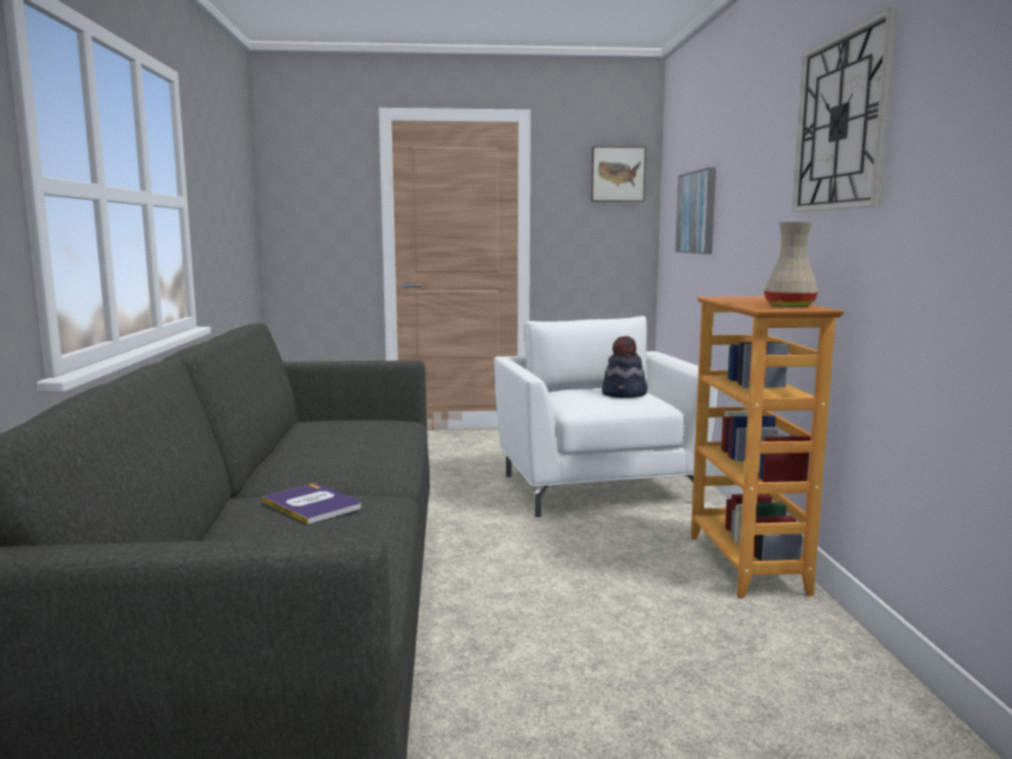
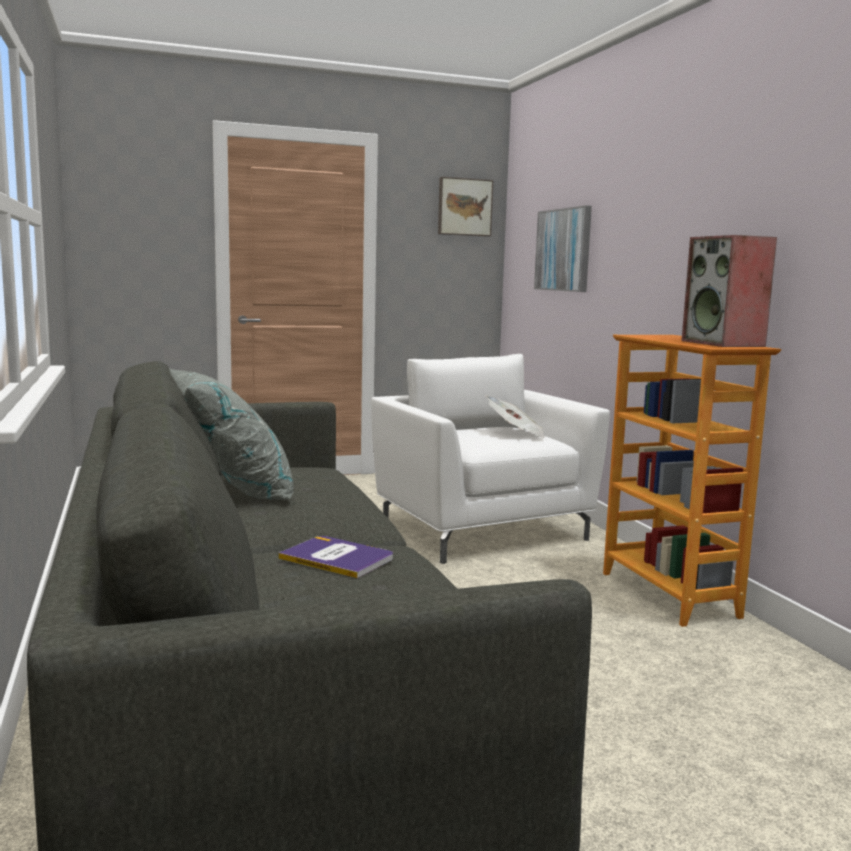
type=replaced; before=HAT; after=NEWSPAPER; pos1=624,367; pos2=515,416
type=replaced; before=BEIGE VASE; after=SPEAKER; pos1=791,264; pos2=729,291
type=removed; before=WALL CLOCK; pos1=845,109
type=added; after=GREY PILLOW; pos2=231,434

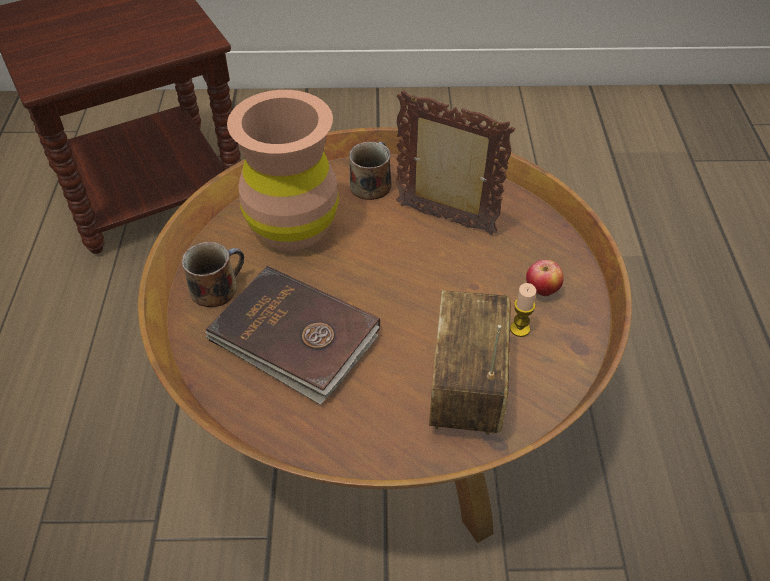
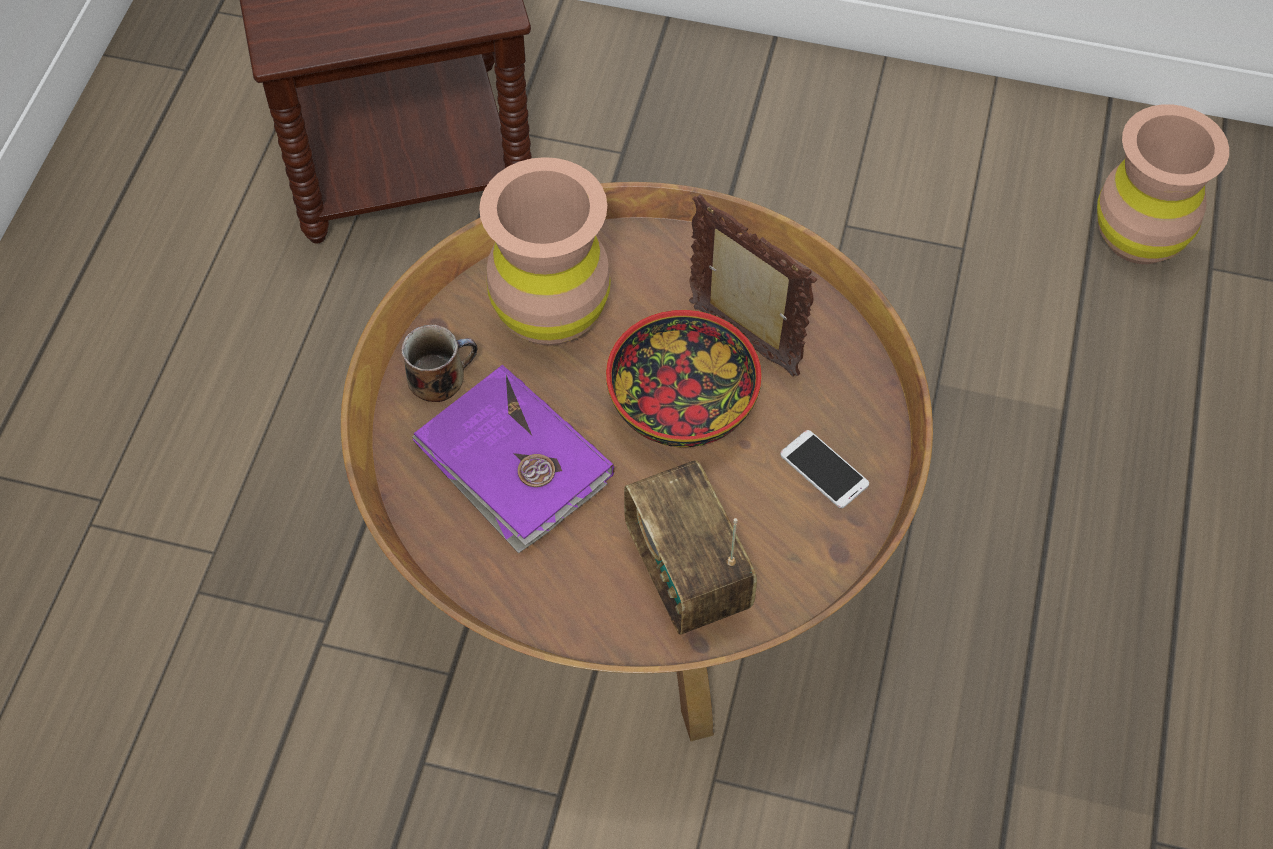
type=recoloured; before=BROWN BOOK; after=PURPLE BOOK; pos1=292,335; pos2=513,459
type=removed; before=MUG; pos1=370,171
type=turned; before=RADIO; pos1=470,362; pos2=690,547; turn=-45
type=removed; before=CANDLE; pos1=523,310
type=replaced; before=APPLE; after=PHONE; pos1=545,278; pos2=824,469
type=added; after=BOWL; pos2=684,378
type=added; after=BROWN VASE; pos2=1163,184

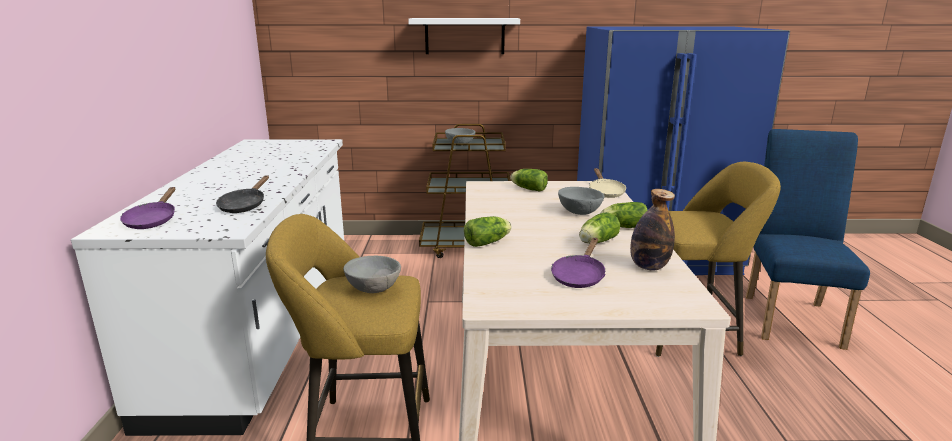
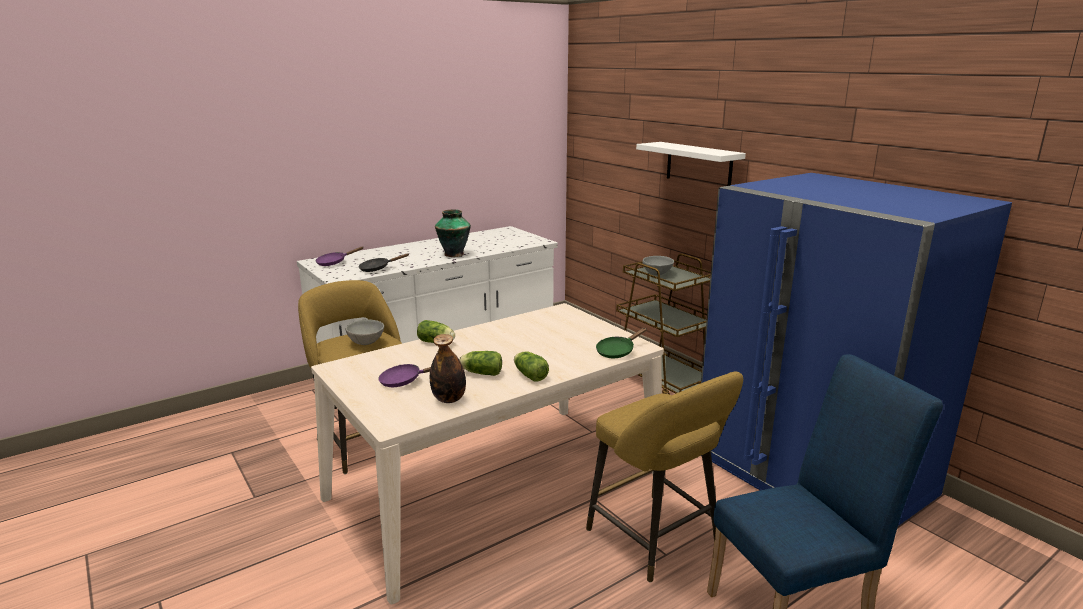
type=removed; before=LETTUCE; pos1=529,180
type=removed; before=GREY BOWL; pos1=581,201
type=recoloured; before=BEIGE FRYING PAN; after=GREEN FRYING PAN; pos1=607,183; pos2=621,343
type=added; after=VASE; pos2=453,233

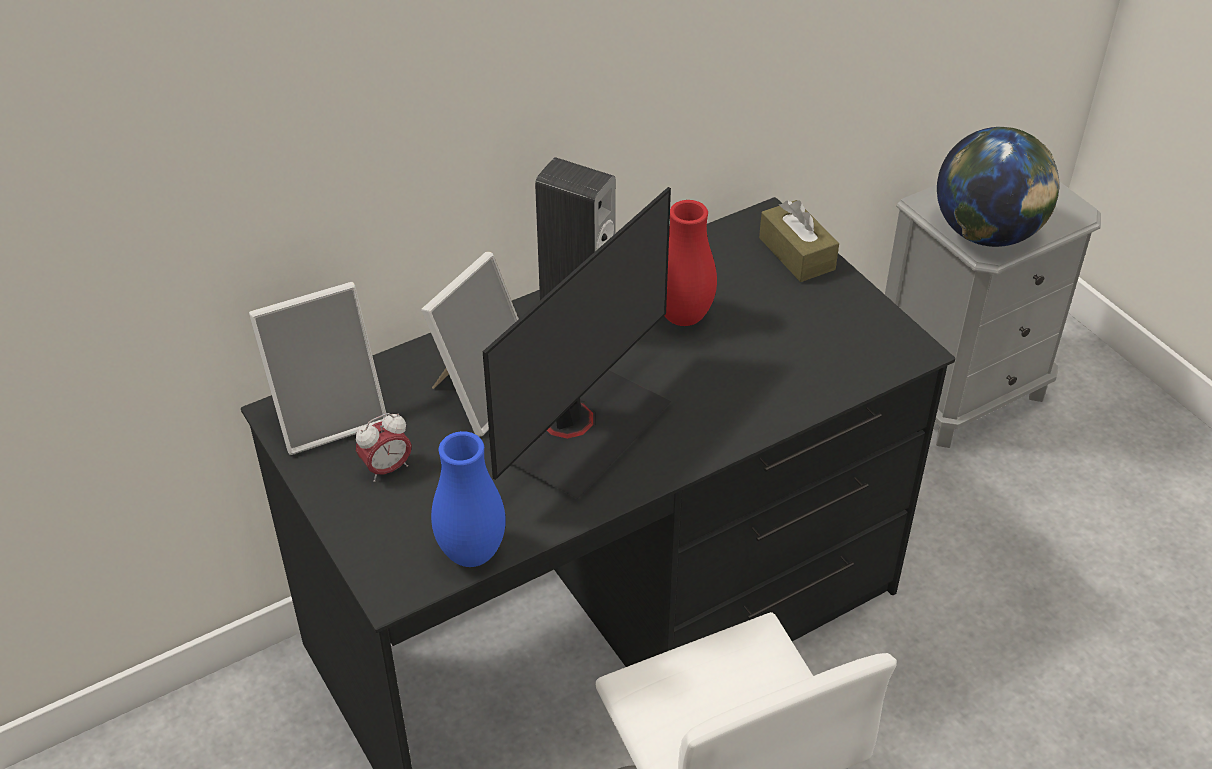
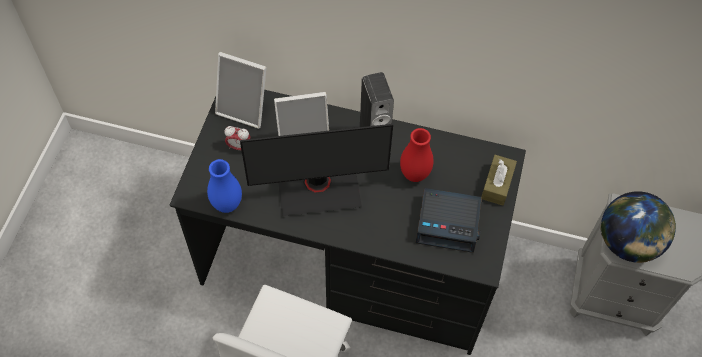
type=added; after=ALARM CLOCK; pos2=449,220

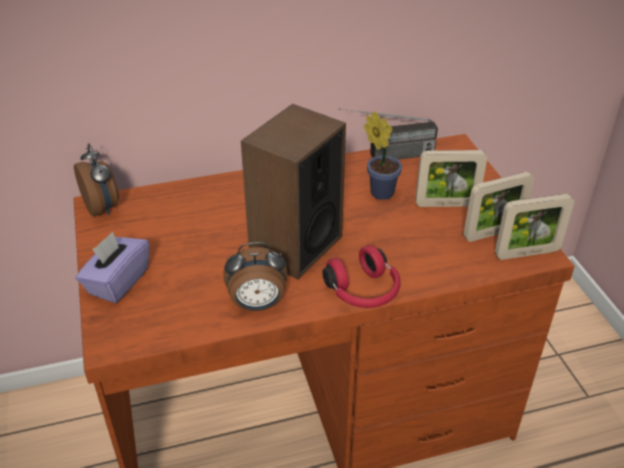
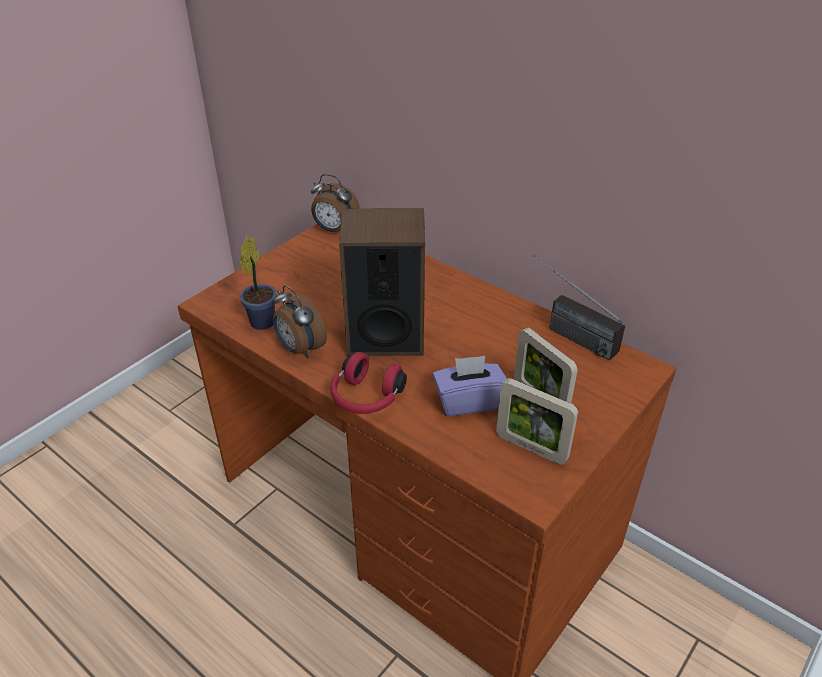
type=turned; before=ALARM CLOCK; pos1=96,180; pos2=335,203; turn=90
type=moved; before=PURPLE TISSUE BOX; pos1=112,267; pos2=470,386
type=moved; before=POTTED PLANT; pos1=383,156; pos2=258,282
type=removed; before=PICTURE FRAME; pos1=534,227

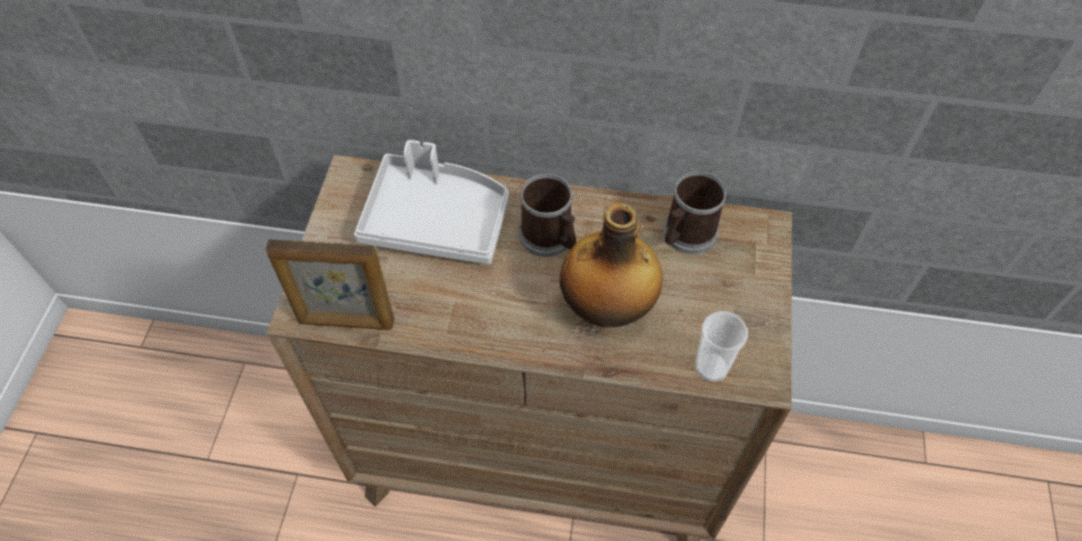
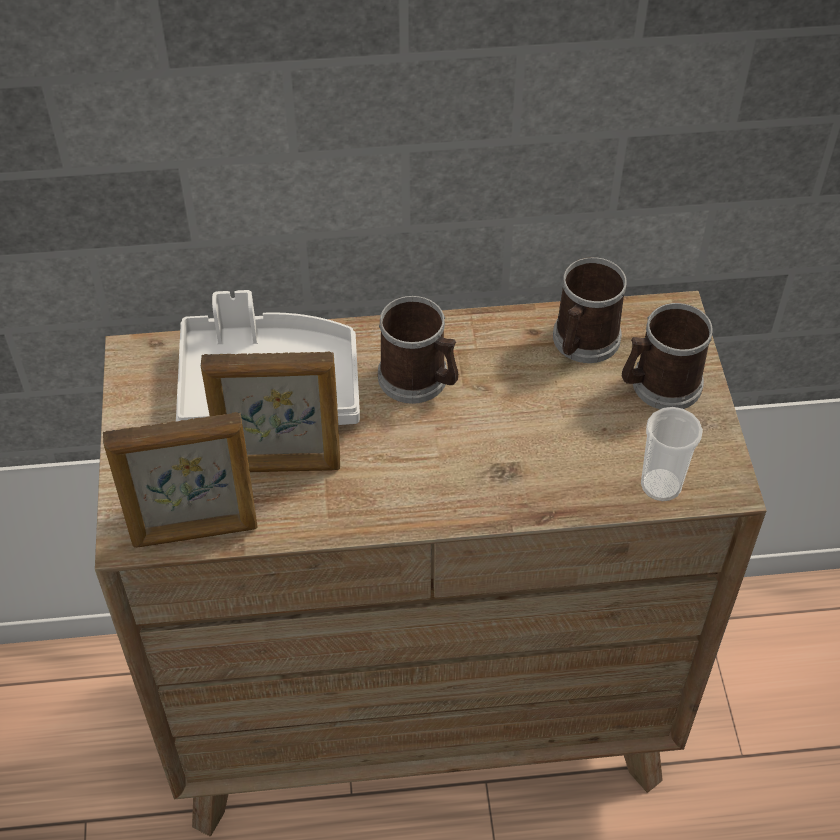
type=removed; before=BOTTLE; pos1=610,265
type=added; after=PICTURE FRAME; pos2=270,412
type=added; after=MUG; pos2=667,356

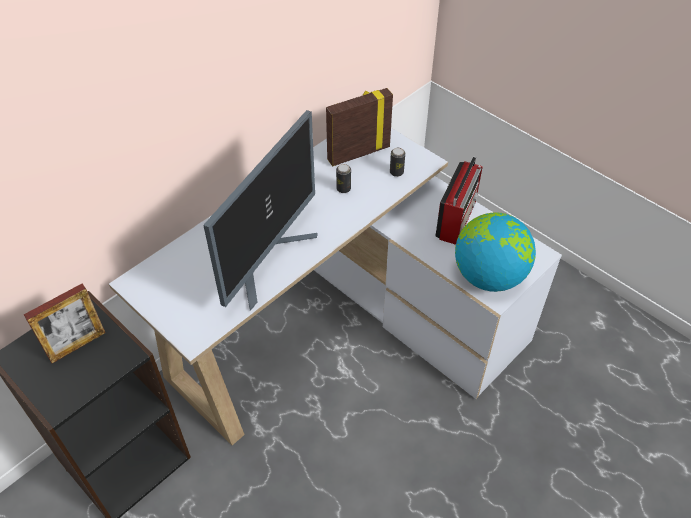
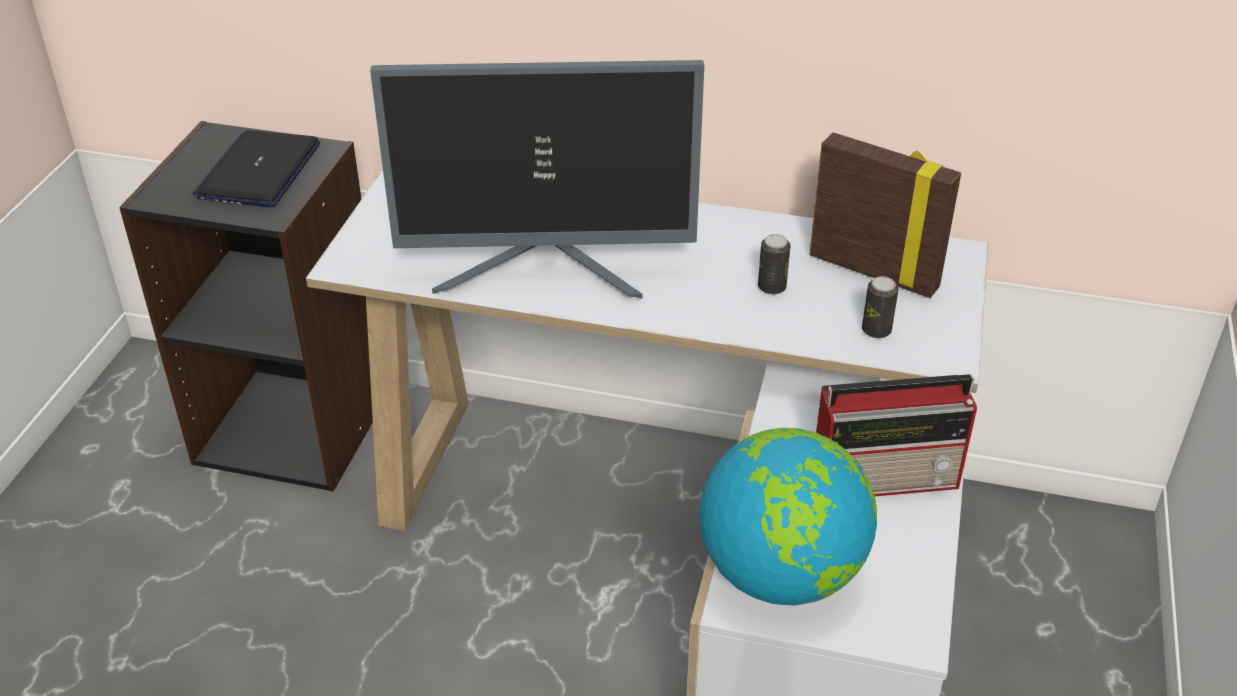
type=replaced; before=PICTURE FRAME; after=LAPTOP; pos1=64,323; pos2=256,168

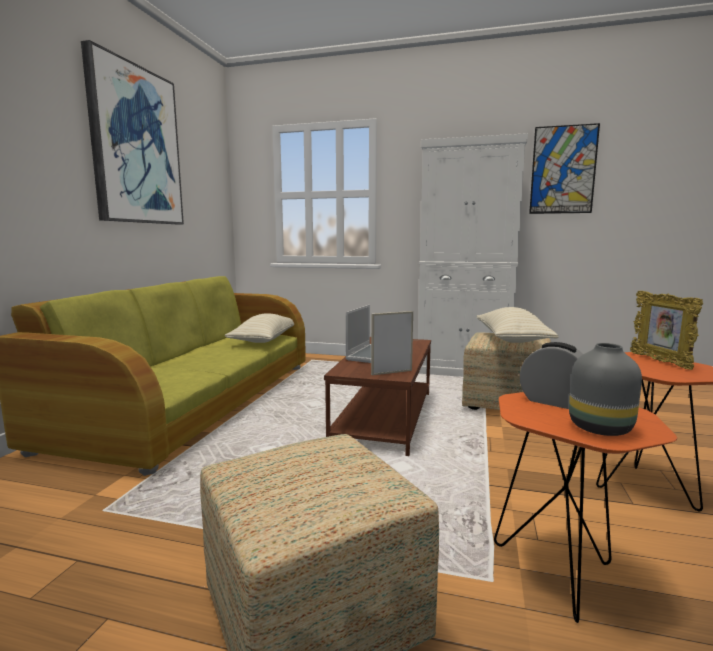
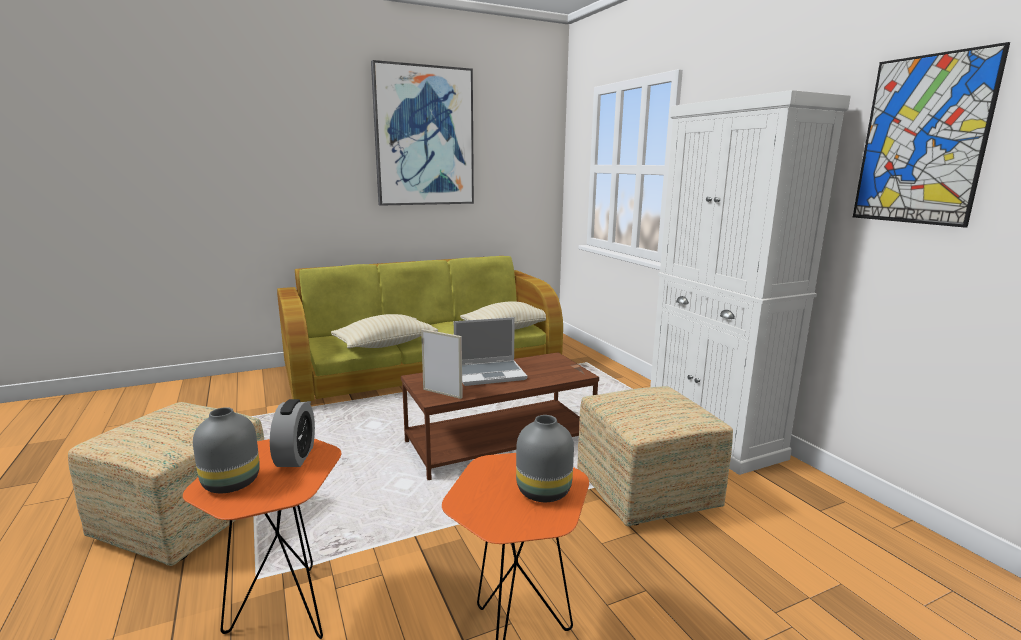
type=moved; before=BEIGE PILLOW; pos1=517,325; pos2=384,331
type=replaced; before=PICTURE FRAME; after=GREY VASE; pos1=666,330; pos2=545,458

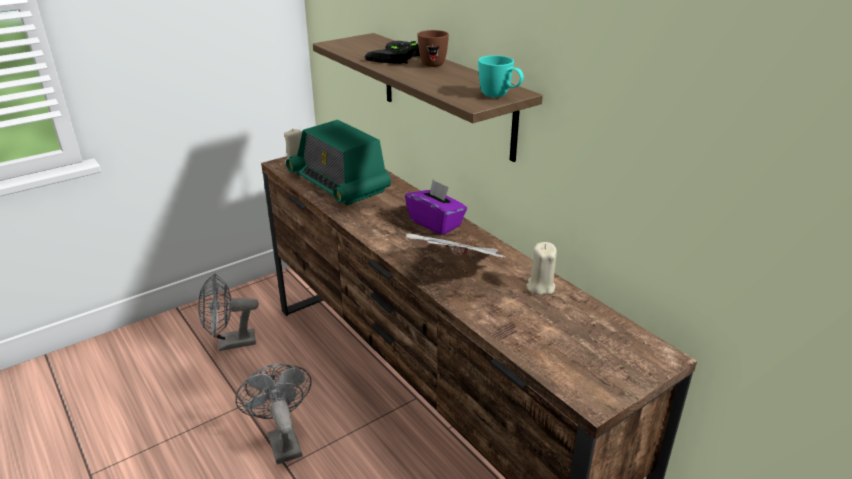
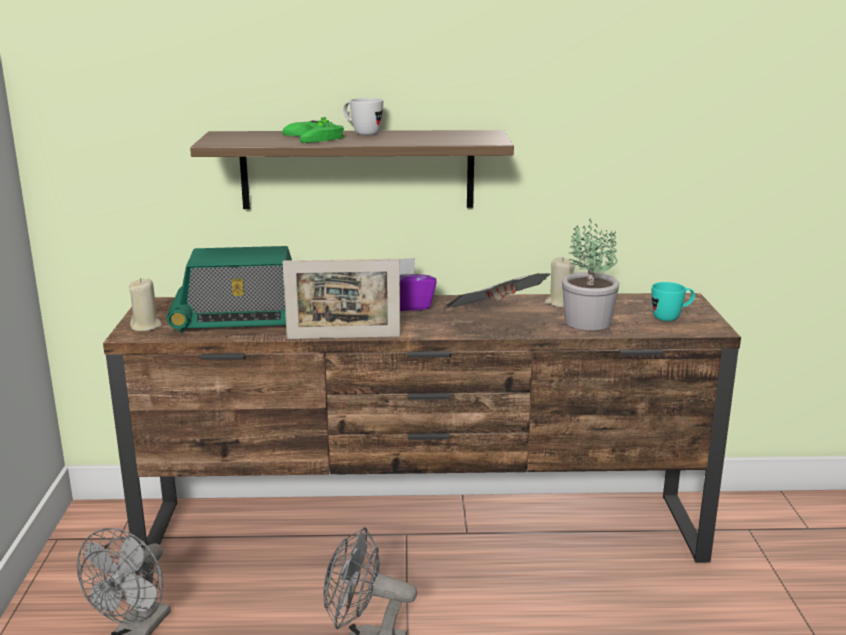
type=recoloured; before=BLACK GAME CONTROLLER; after=GREEN GAME CONTROLLER; pos1=392,52; pos2=313,130
type=recoloured; before=BROWN MUG; after=WHITE MUG; pos1=433,48; pos2=363,116
type=moved; before=TURQUOISE MUG; pos1=501,76; pos2=673,301
type=added; after=PICTURE FRAME; pos2=341,299
type=added; after=POTTED PLANT; pos2=591,274

